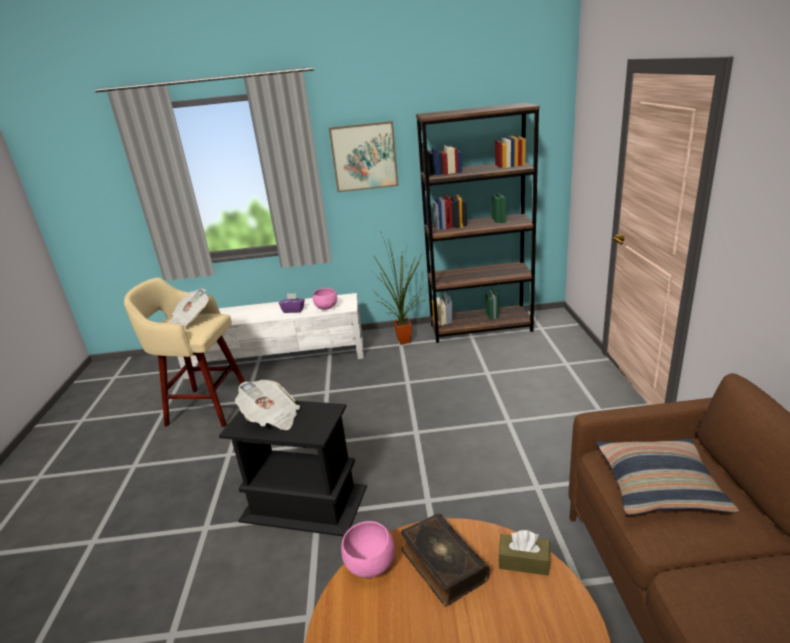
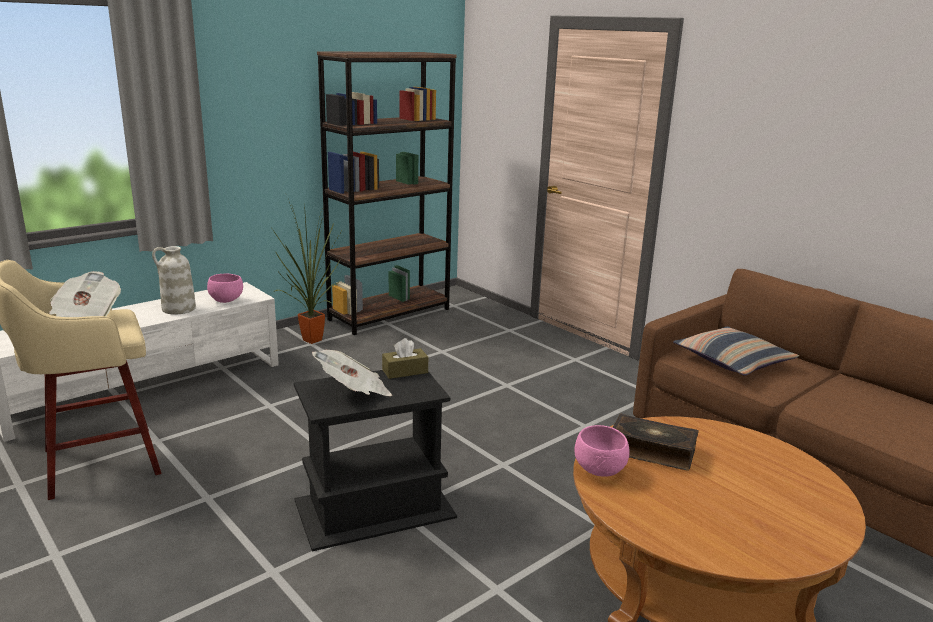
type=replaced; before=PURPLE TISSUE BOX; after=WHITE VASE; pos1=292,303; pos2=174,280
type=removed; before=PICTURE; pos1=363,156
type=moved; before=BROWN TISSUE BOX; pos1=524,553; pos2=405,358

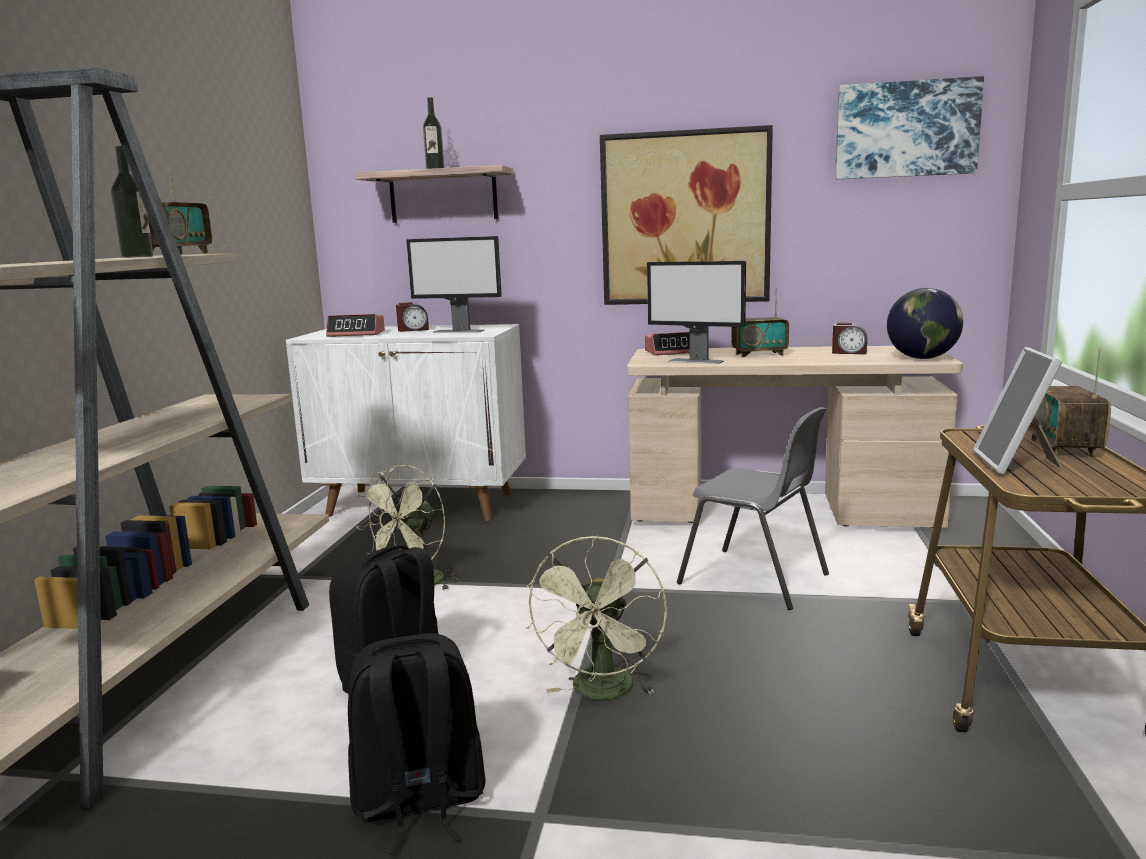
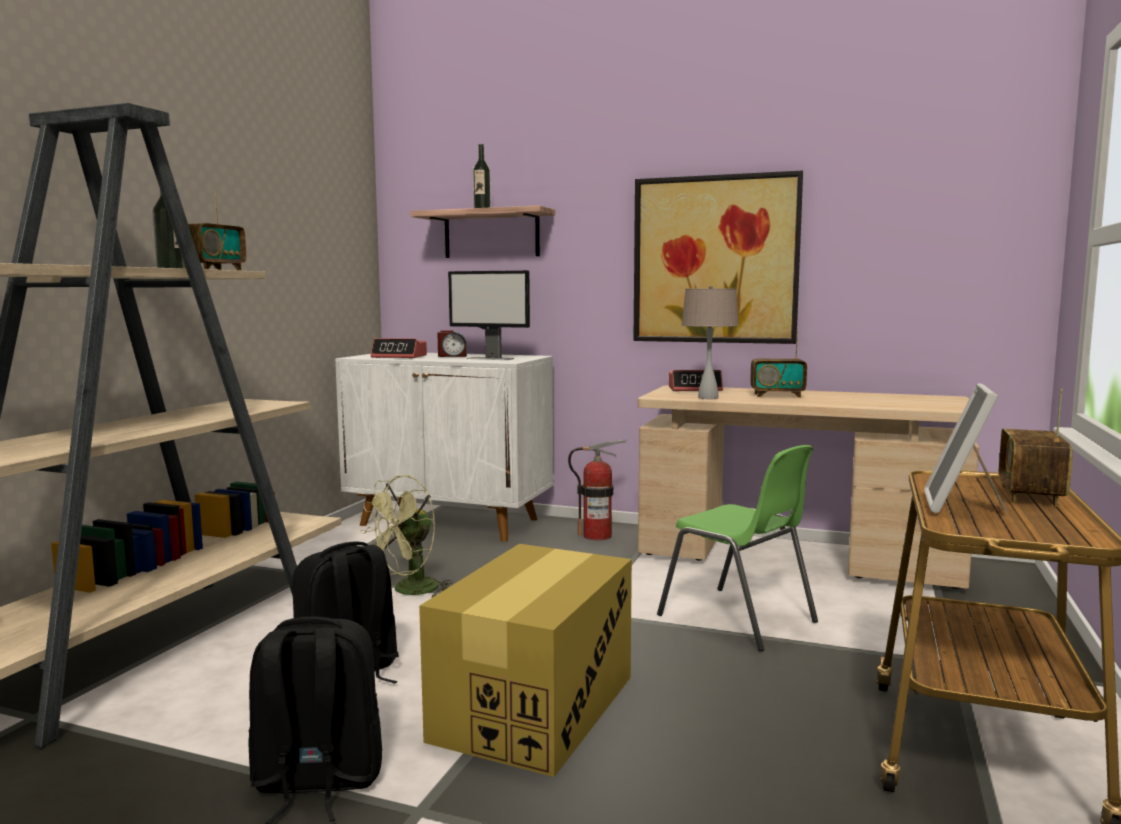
type=replaced; before=GREEN FAN; after=CARDBOARD BOX; pos1=596,617; pos2=525,660
type=replaced; before=MONITOR; after=BEIGE TABLE LAMP; pos1=696,312; pos2=710,342
type=recoloured; before=GREY CHAIR; after=GREEN CHAIR; pos1=753,508; pos2=737,548
type=removed; before=ALARM CLOCK; pos1=849,338
type=removed; before=PICTURE; pos1=909,127
type=removed; before=GLOBE; pos1=925,323
type=added; after=FIRE EXTINGUISHER; pos2=597,490

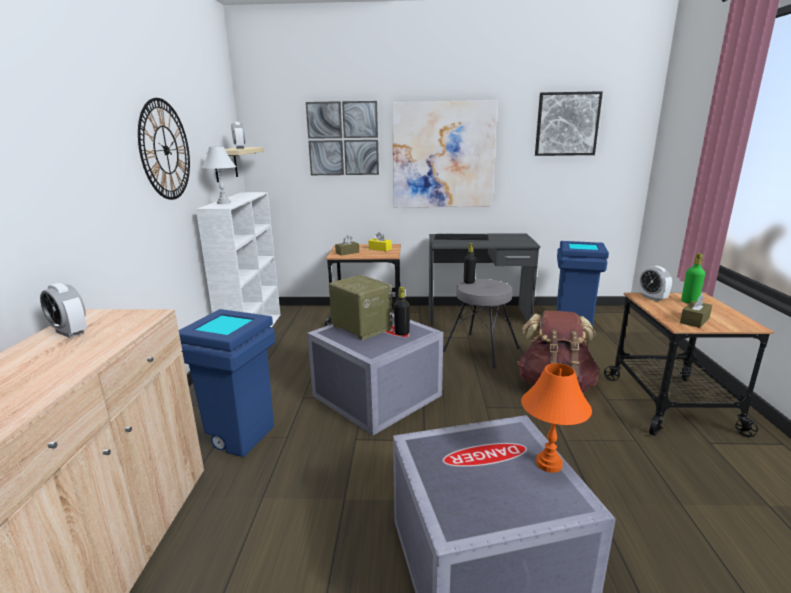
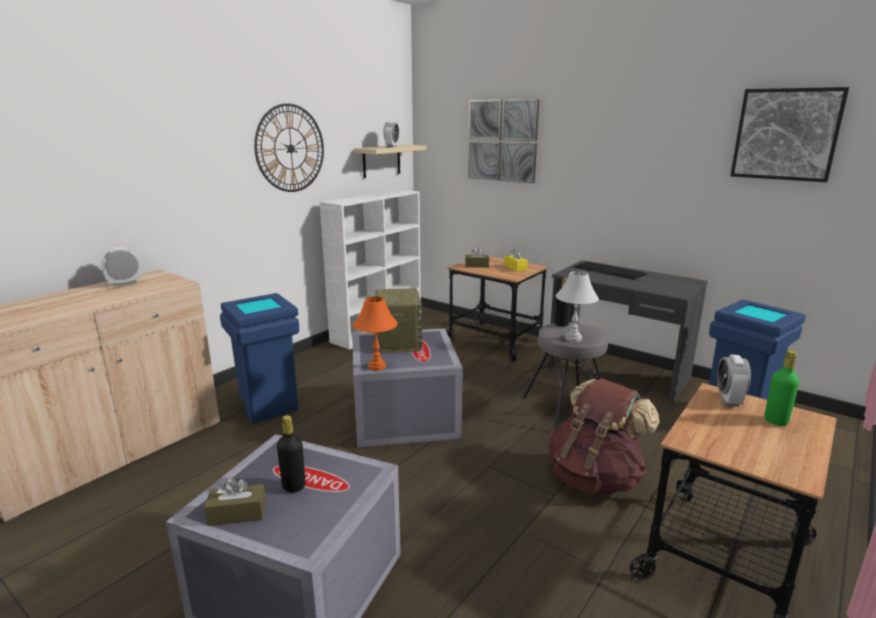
type=turned; before=ALARM CLOCK; pos1=63,310; pos2=121,267; turn=75
type=moved; before=WHITE TABLE LAMP; pos1=219,175; pos2=577,306
type=removed; before=PICTURE; pos1=444,153
type=moved; before=BLACK BOTTLE; pos1=402,311; pos2=291,454
type=moved; before=ORANGE TABLE LAMP; pos1=556,418; pos2=375,333
type=moved; before=BROWN TISSUE BOX; pos1=696,311; pos2=235,502

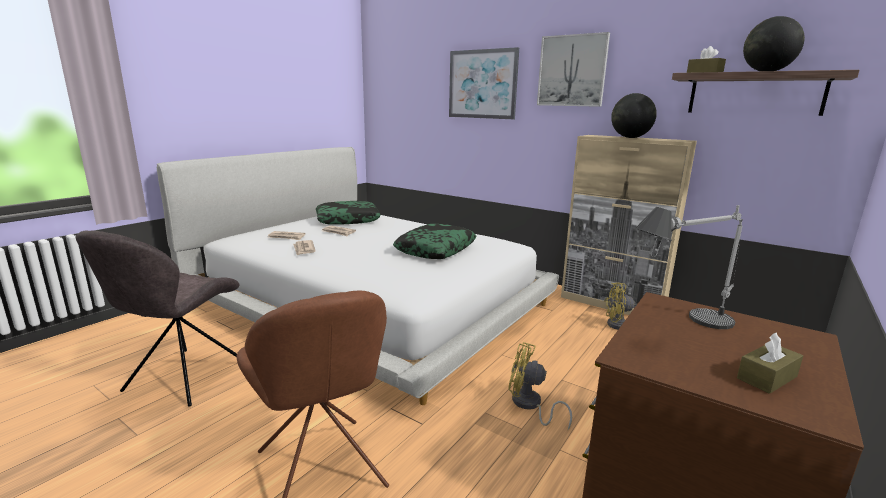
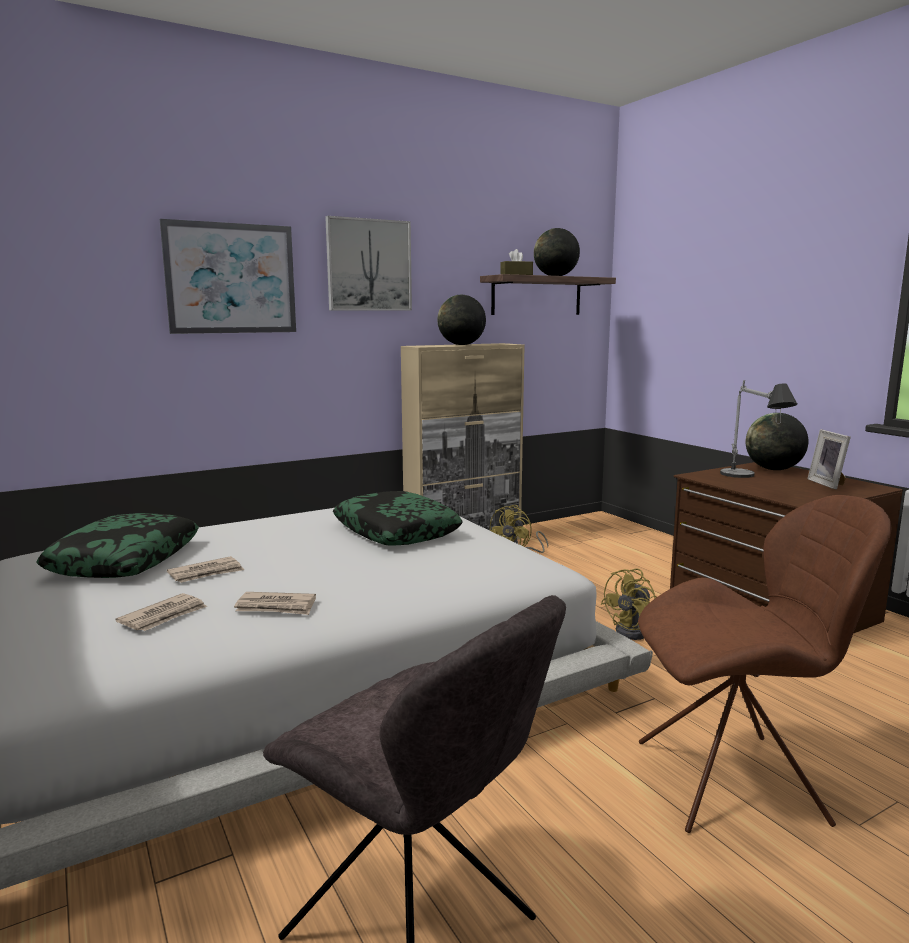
type=replaced; before=BROWN TISSUE BOX; after=PICTURE FRAME; pos1=770,363; pos2=829,459
type=added; after=GLOBE; pos2=777,441

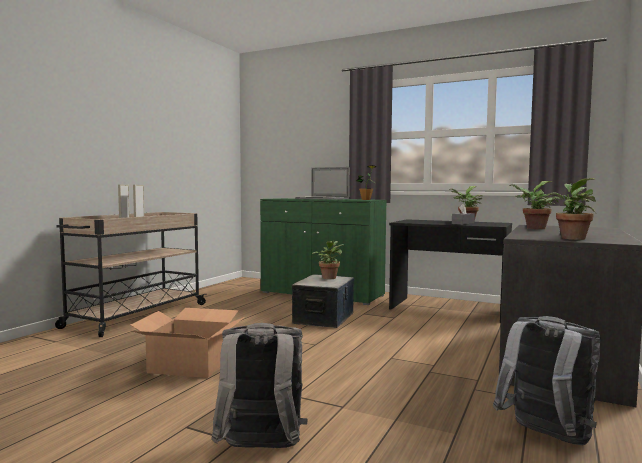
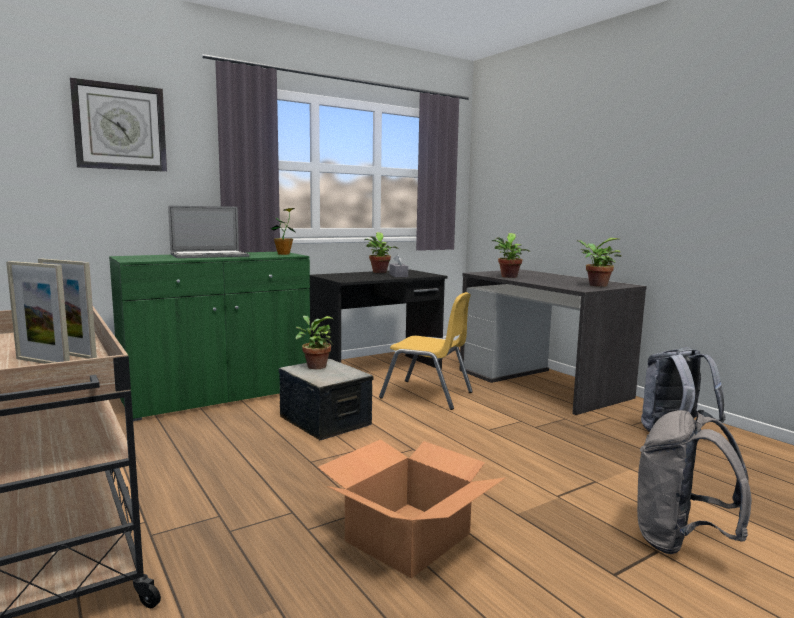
type=added; after=WALL CLOCK; pos2=118,124
type=added; after=YELLOW CHAIR; pos2=426,351

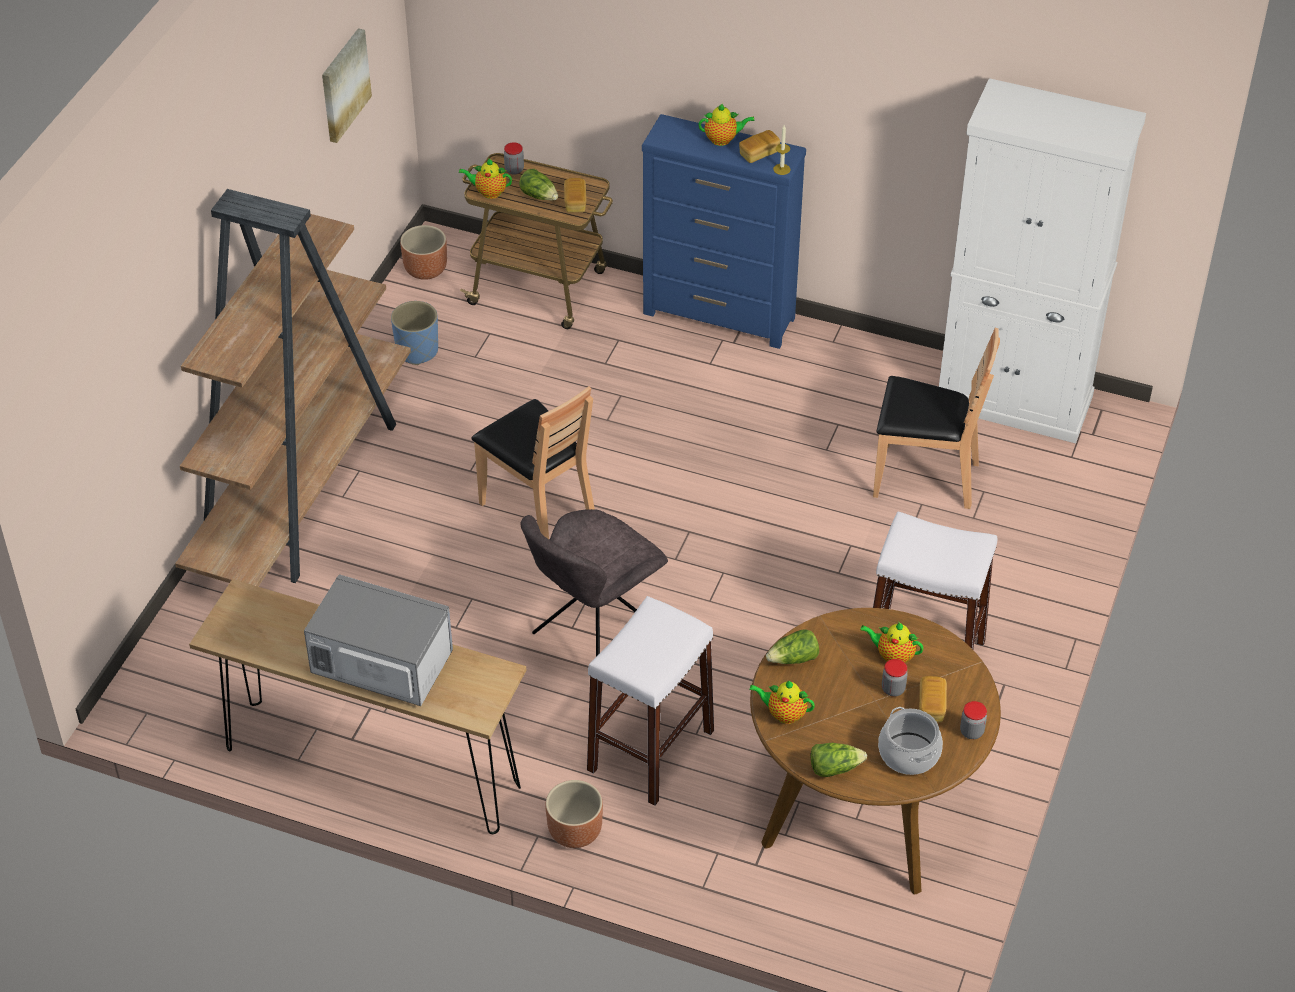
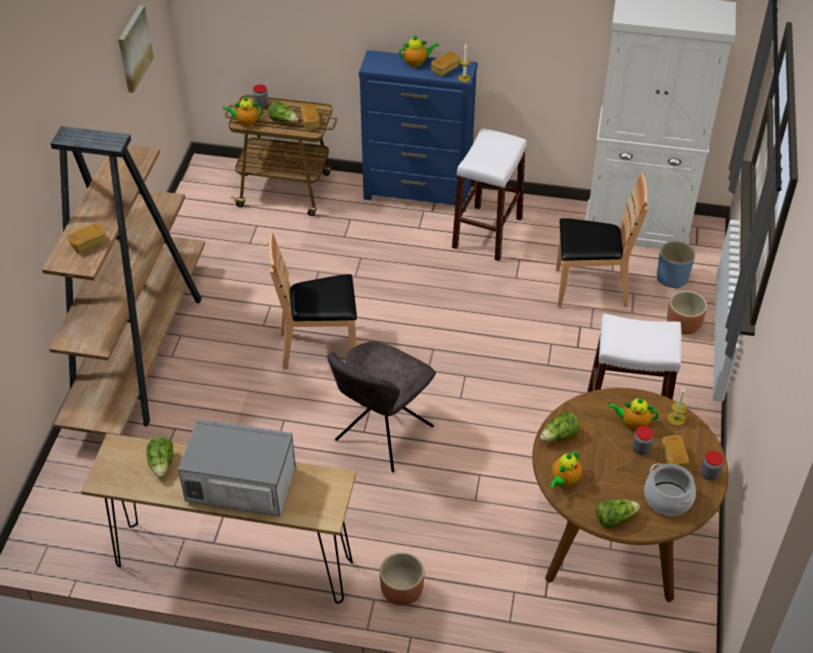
type=moved; before=BLUE PLANTER; pos1=414,333; pos2=676,264
type=moved; before=BROWN PLANTER; pos1=423,252; pos2=687,313
type=turned; before=BROWN CHAIR; pos1=533,462; pos2=312,301; turn=135
type=moved; before=WHITE STOOL; pos1=650,701; pos2=489,194
type=turned; before=TEAPOT; pos1=782,702; pos2=565,468; turn=-60
type=added; after=BREAD; pos2=87,238
type=added; after=LETTUCE; pos2=160,457
type=added; after=CANDLE; pos2=677,407

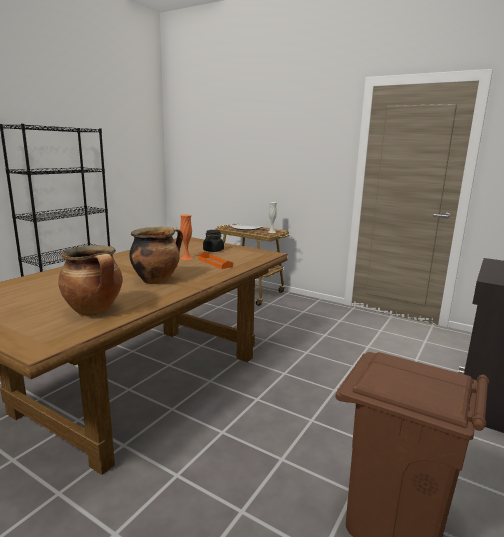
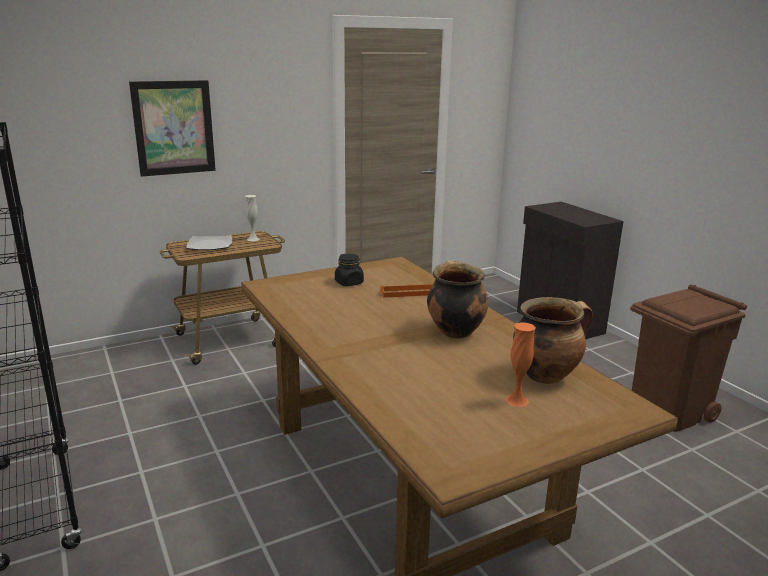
type=moved; before=ORANGE VASE; pos1=186,237; pos2=520,364
type=added; after=PICTURE; pos2=172,128

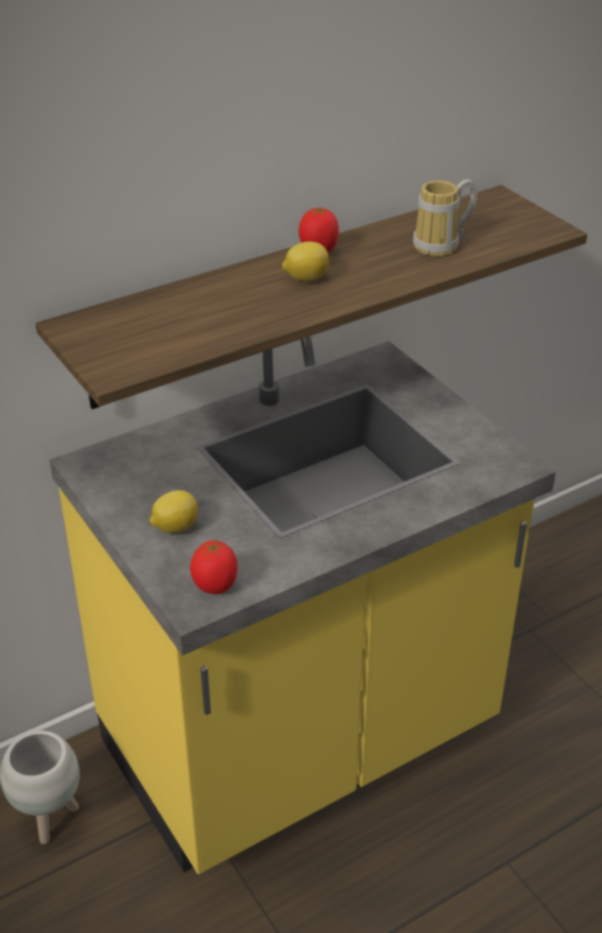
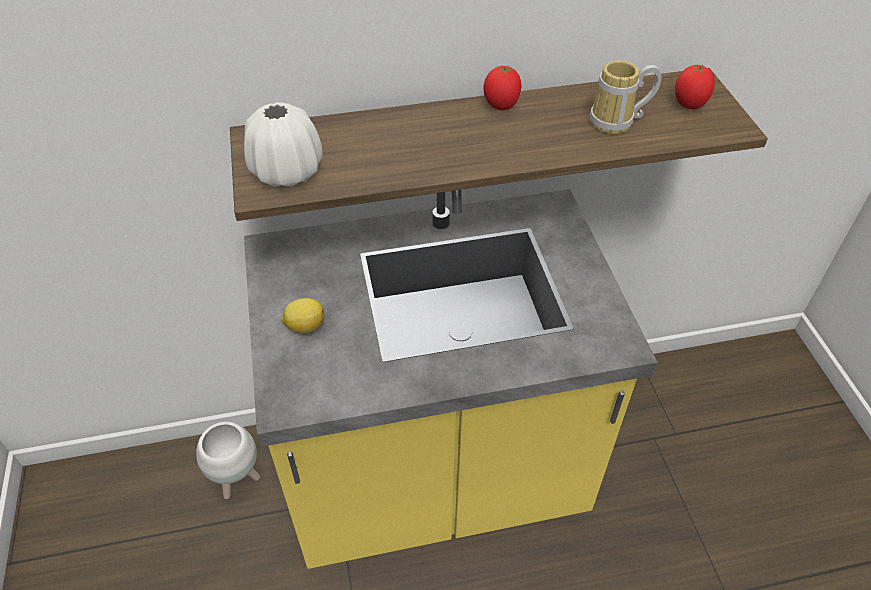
type=moved; before=TOMATO; pos1=213,566; pos2=695,87
type=removed; before=LEMON; pos1=305,261
type=added; after=WHITE VASE; pos2=283,144

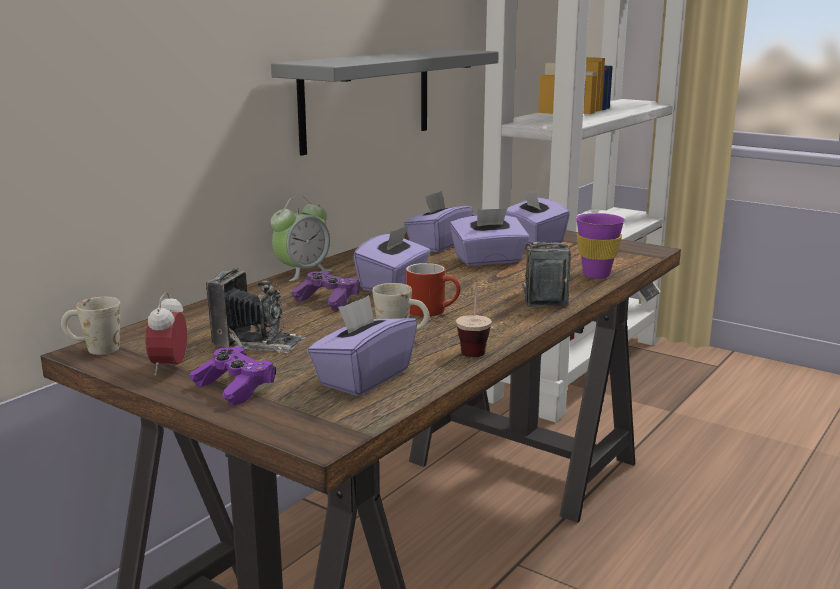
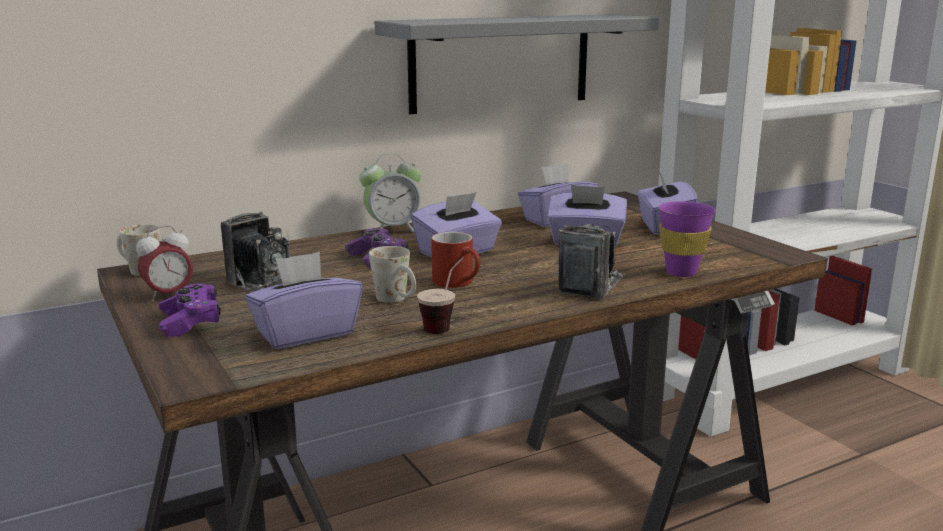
type=turned; before=ALARM CLOCK; pos1=166,334; pos2=164,263; turn=-150

